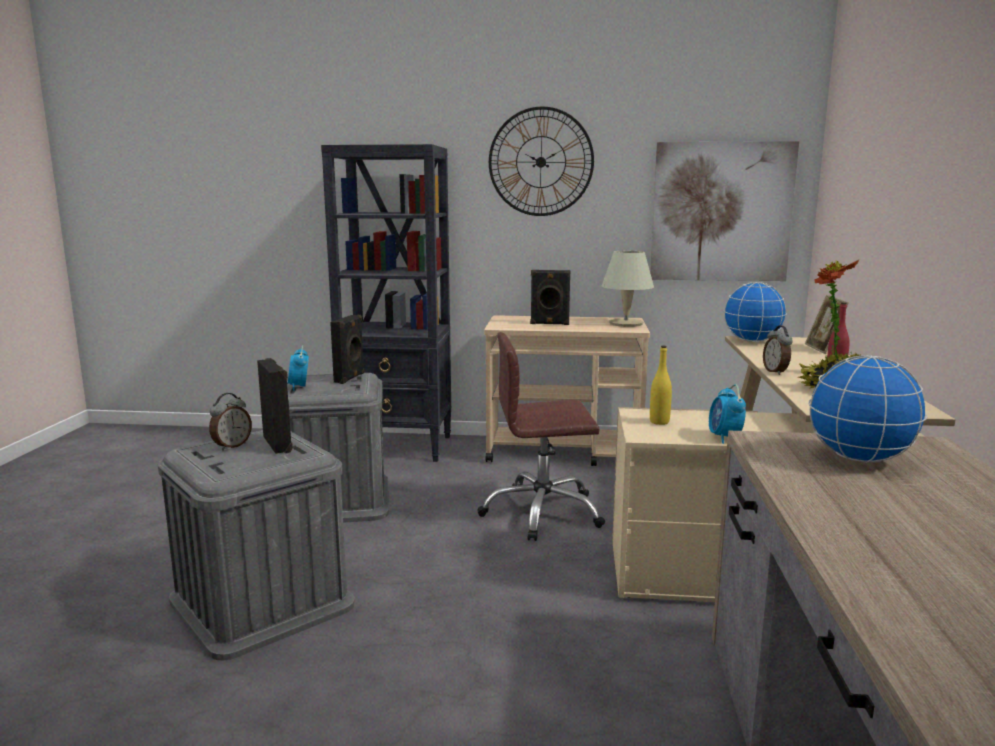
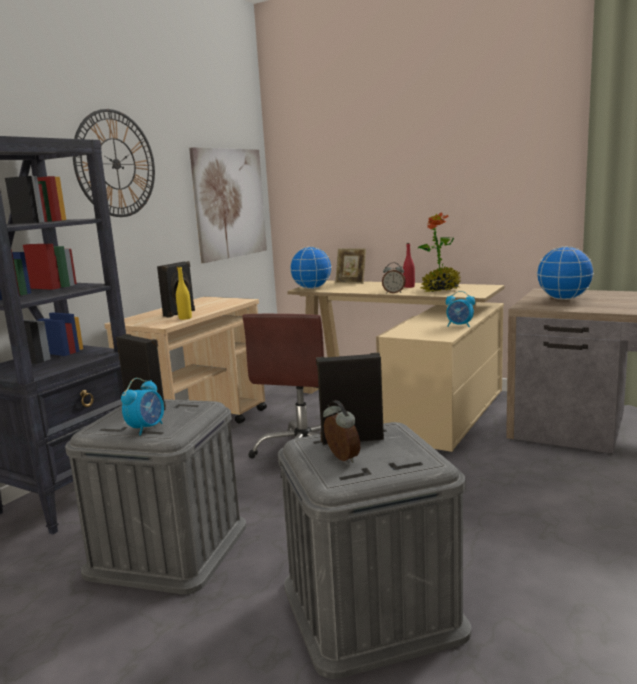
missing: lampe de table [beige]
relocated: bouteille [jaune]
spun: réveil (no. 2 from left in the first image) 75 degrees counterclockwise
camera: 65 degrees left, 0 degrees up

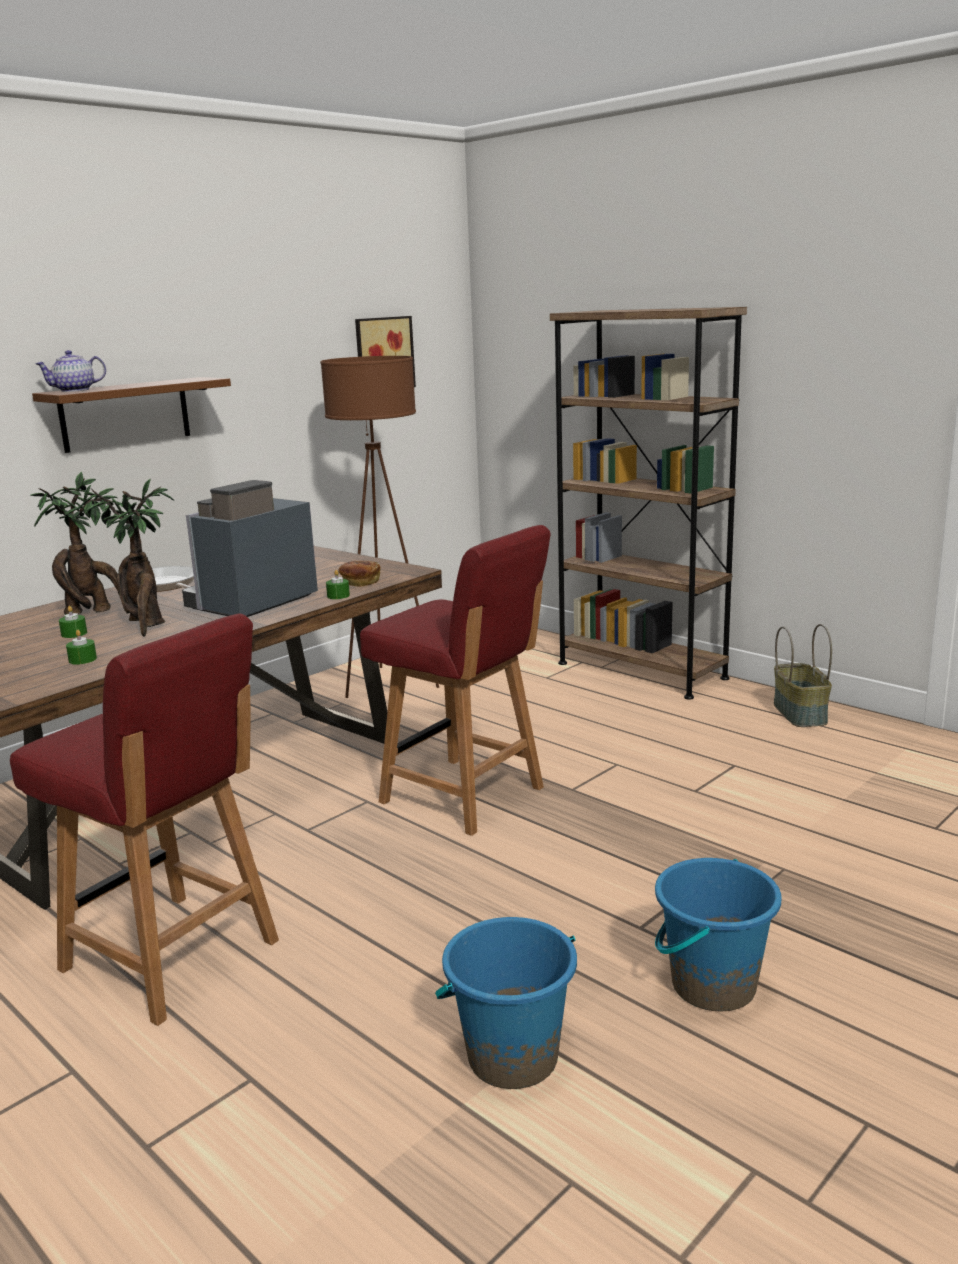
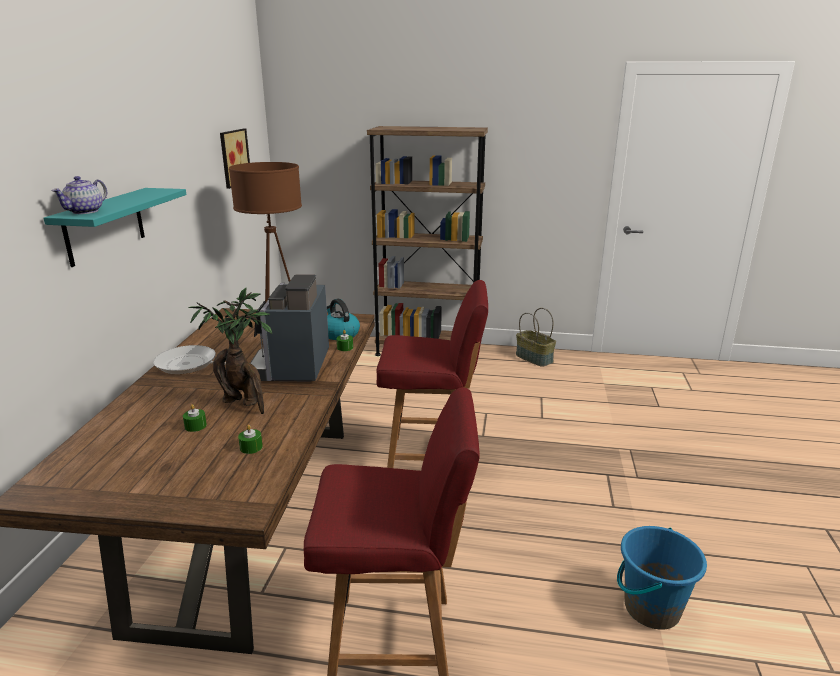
missing: plante en pot (no. 1 from left); seau [bleu] (no. 2 from left)
exchanged: pain to bouilloire
colour: étagère [marron] to étagère [turquoise]
camera: 35 degrees left, 5 degrees up

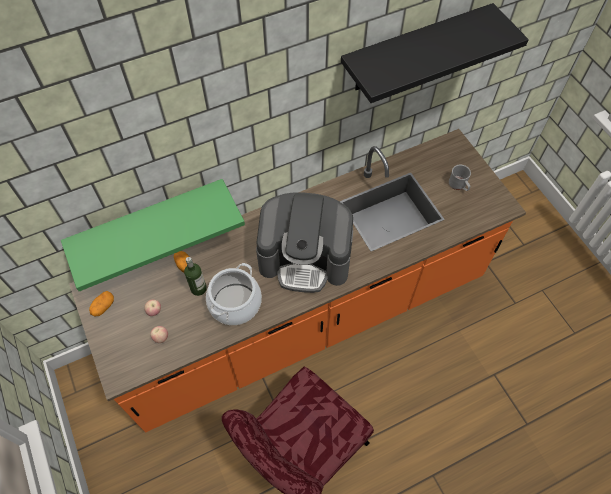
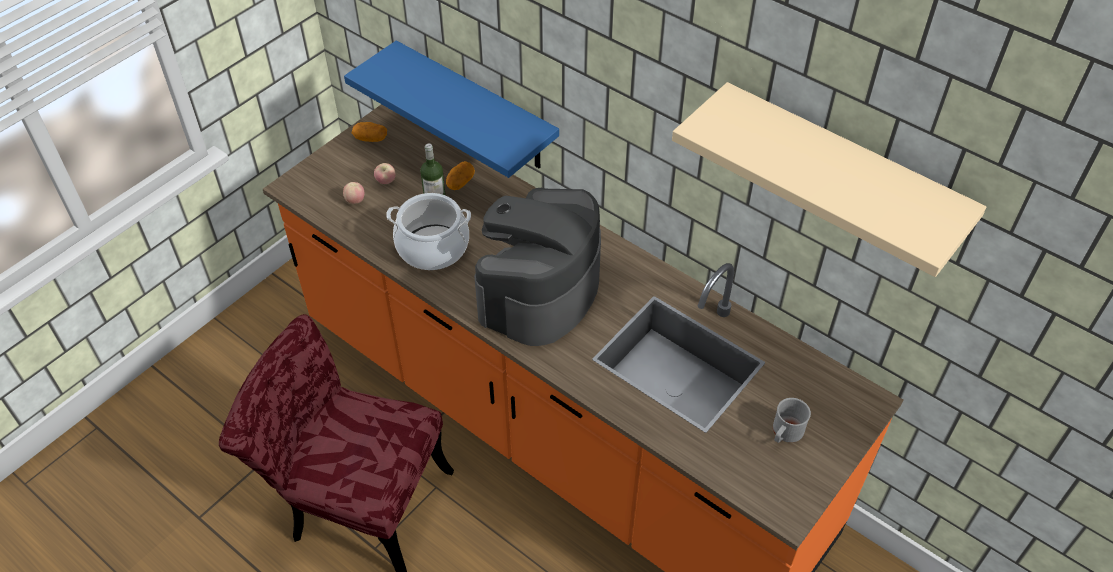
colour: étagère [vert] to étagère [bleu]; étagère [noir] to étagère [beige]
spun: machine à café 45 degrees clockwise
camera: 65 degrees right, 10 degrees down

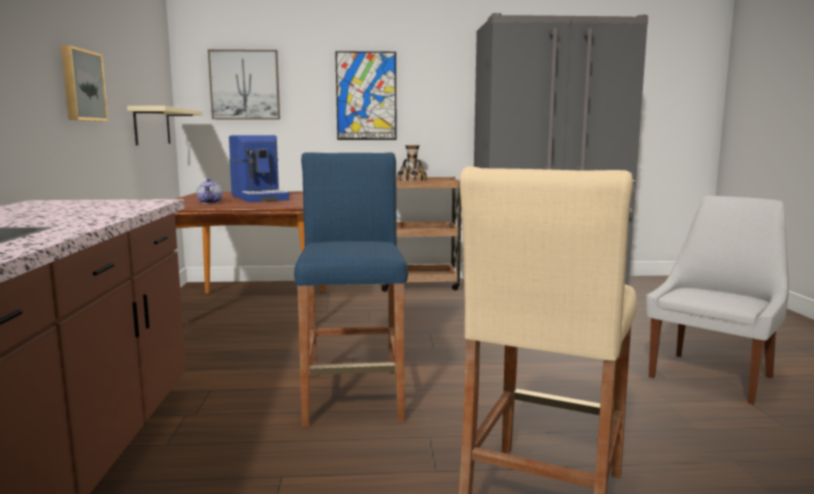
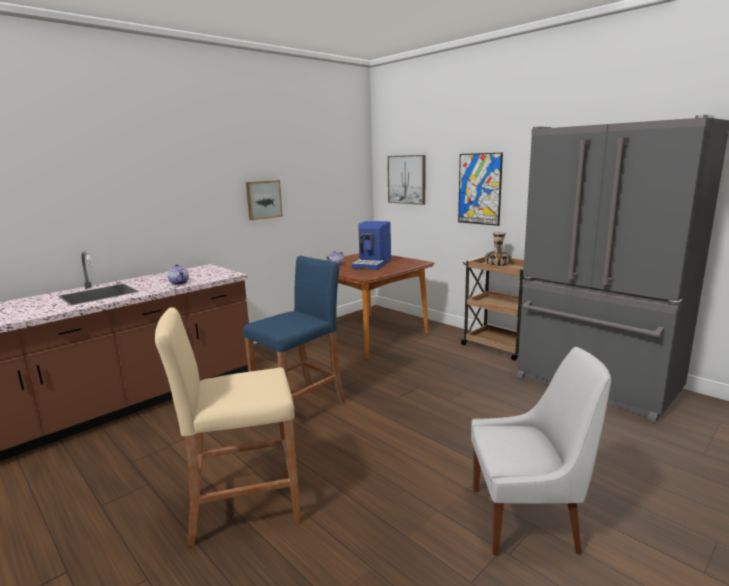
missing: étagère [beige]
appeared: théière (no. 1 from left)
camera: 50 degrees right, 5 degrees up

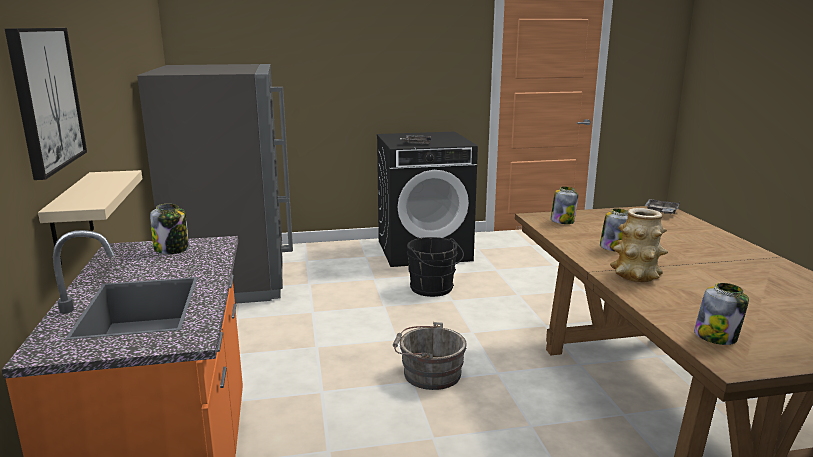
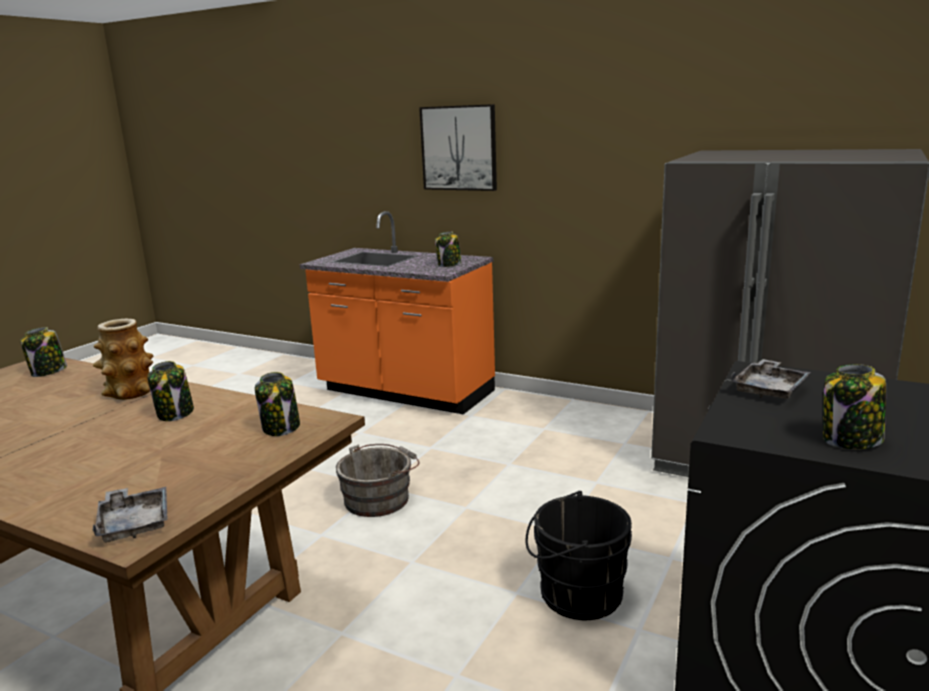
missing: étagère [beige]
appeared: bocal (no. 5 from left)
camera: 130 degrees right, 0 degrees up

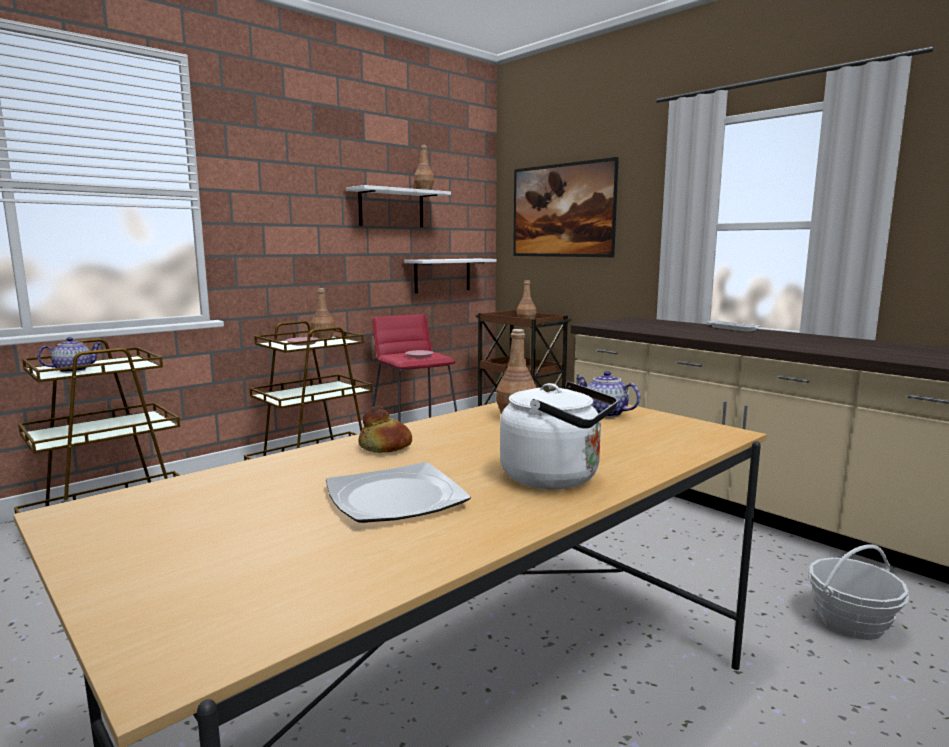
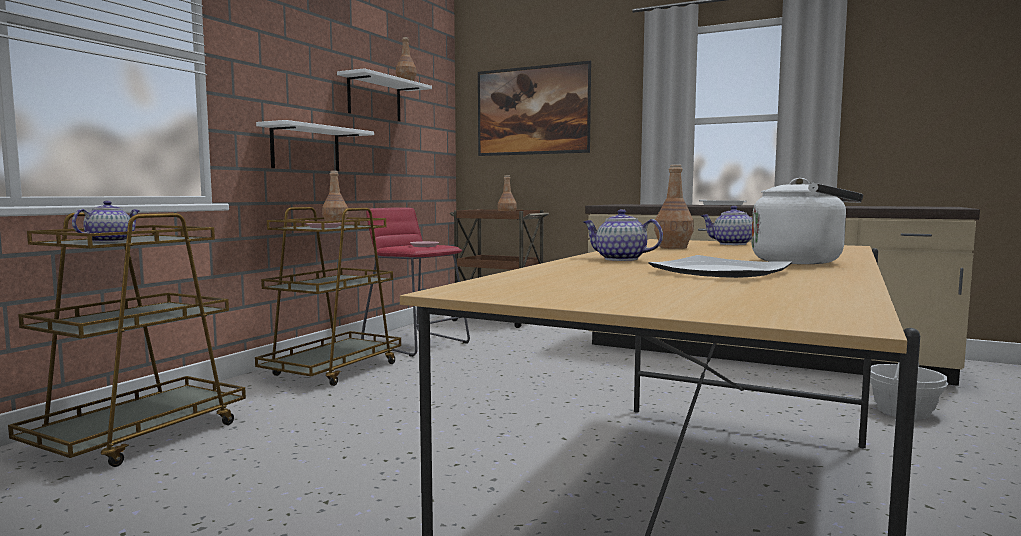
relocated: étagère [blanc] (no. 2 from left in the first image) to étagère [blanc] (no. 1 from left)
exchanged: pain to théière (no. 2 from left)
camera: 20 degrees left, 5 degrees down

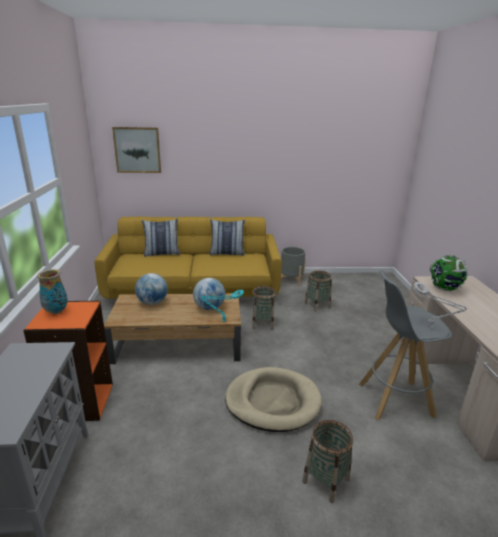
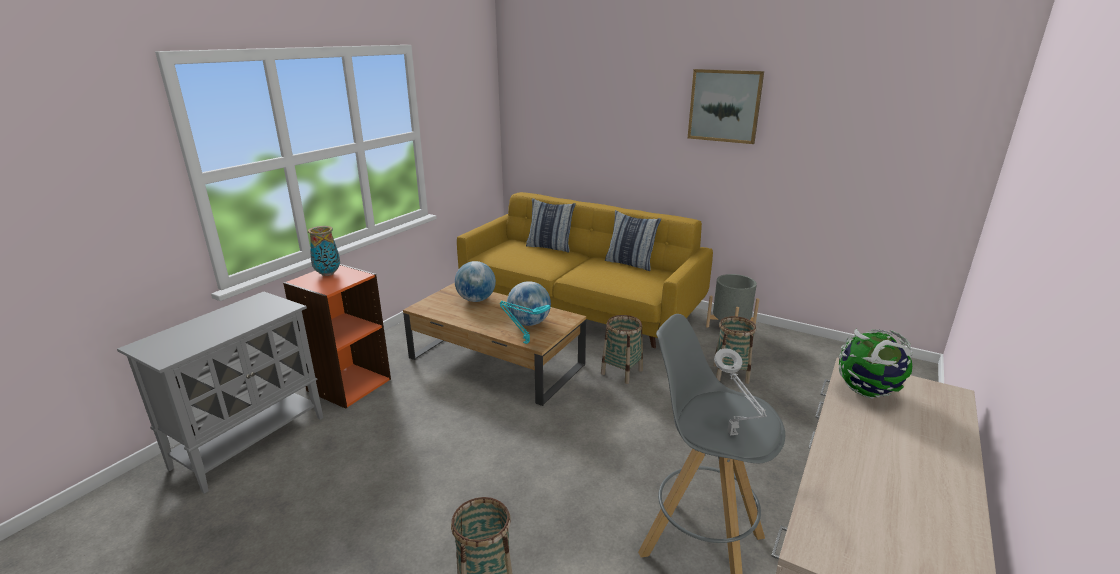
missing: panier pour chien [beige]
relocated: tableau
camera: 35 degrees right, 0 degrees up

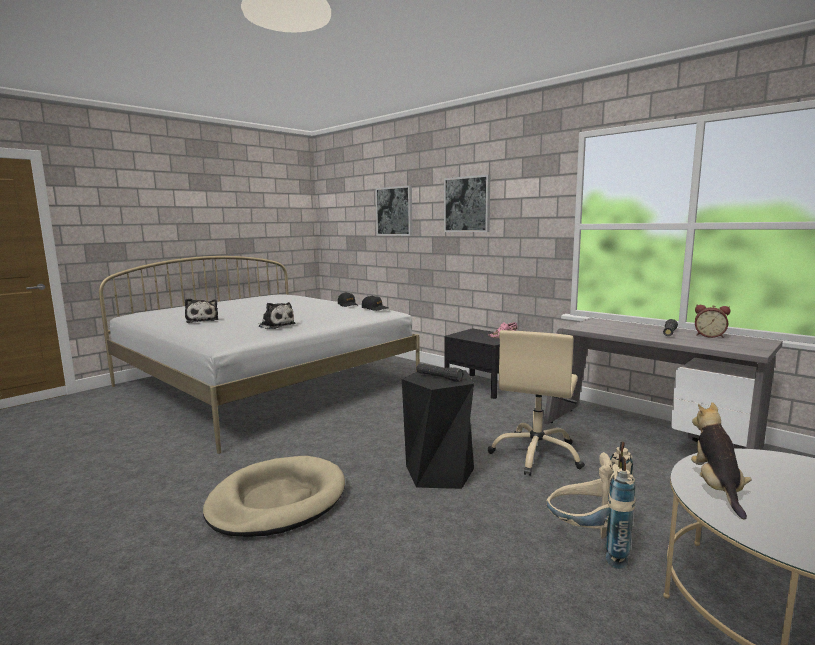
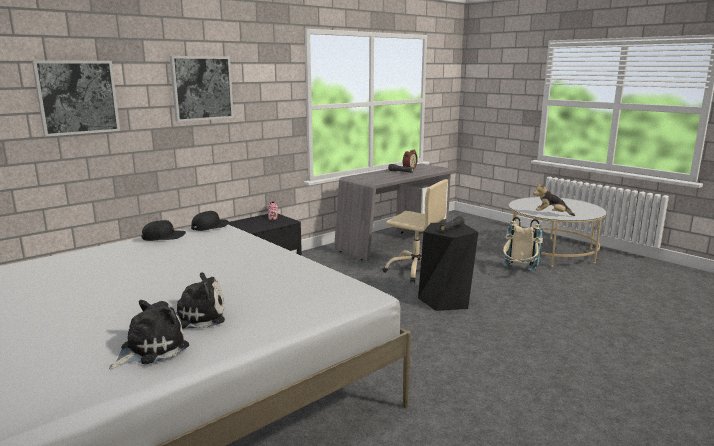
missing: panier pour chien [beige]
relocated: peluche (no. 2 from left in the first image) to peluche (no. 1 from left)
camera: 85 degrees left, 5 degrees up

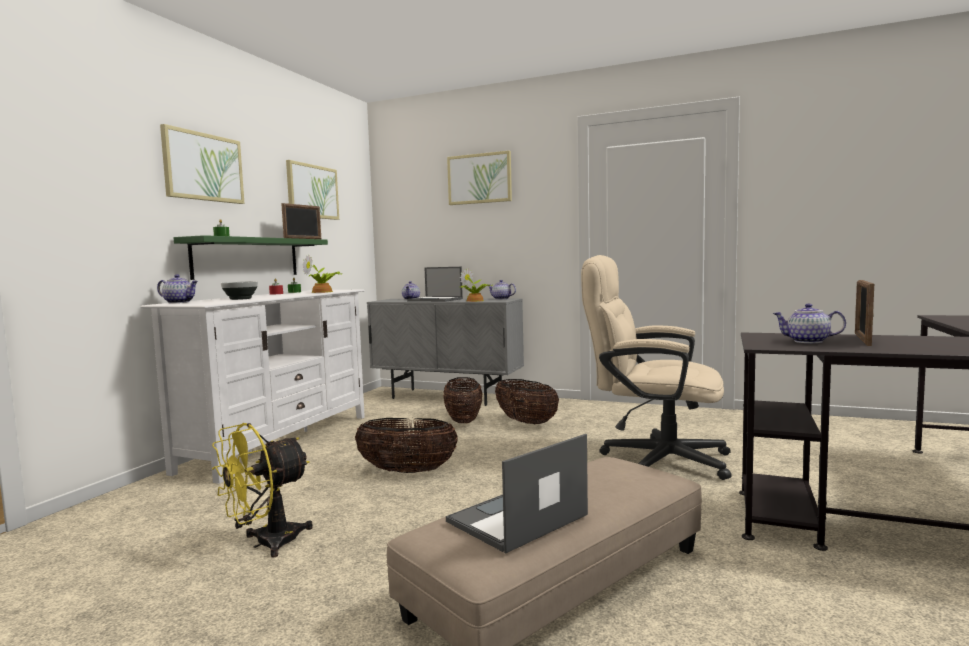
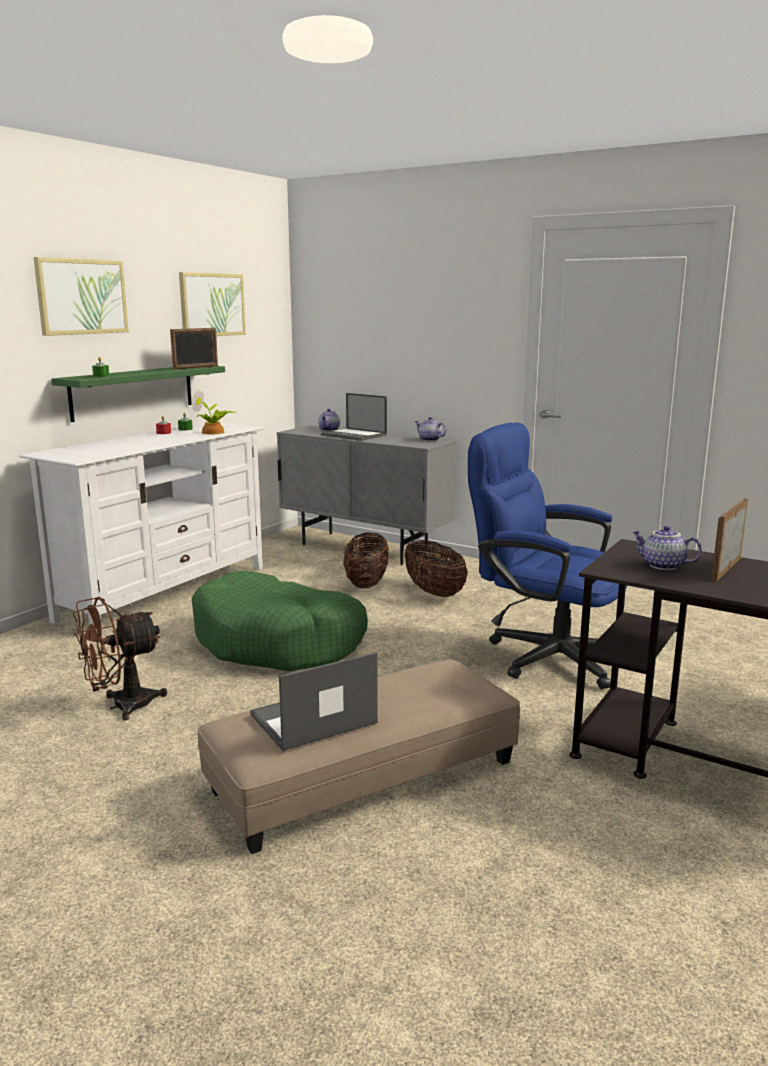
missing: théière (no. 1 from left); bol; tableau (no. 3 from left); plante en pot (no. 2 from left)
exchanged: panier (no. 1 from left) to panier pour chien [vert]
colour: ventilateur [jaune] to ventilateur [marron]; chaise de bureau [beige] to chaise de bureau [bleu]
camera: 10 degrees right, 10 degrees up

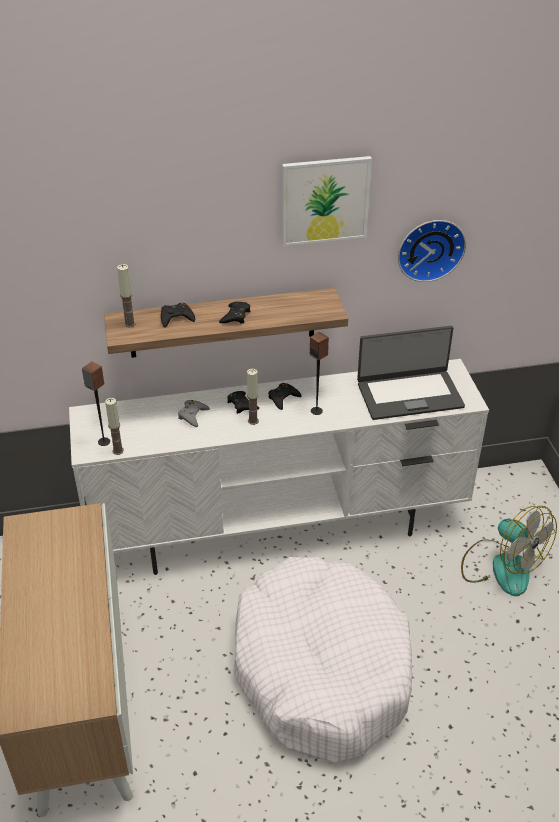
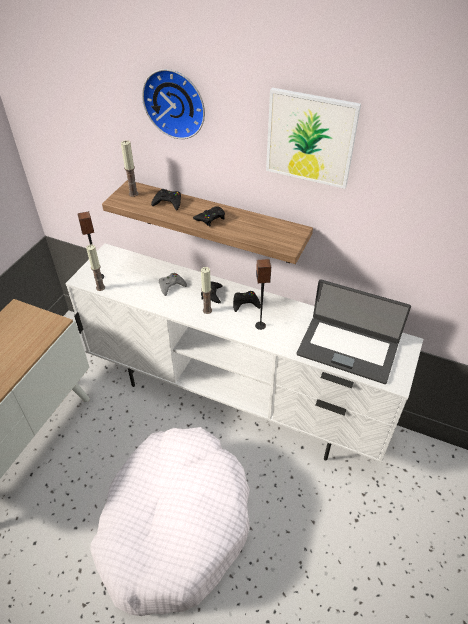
missing: ventilateur
relocated: horloge murale
camera: 35 degrees right, 5 degrees up

